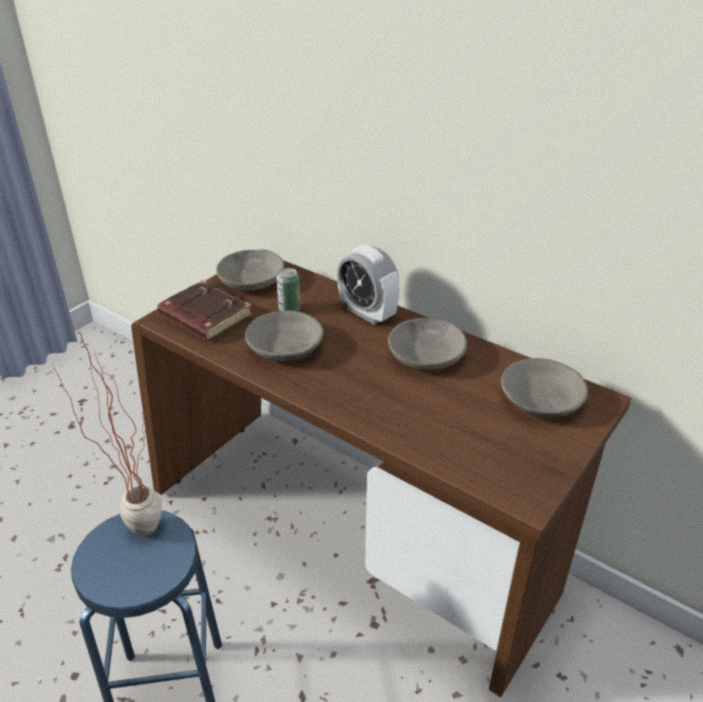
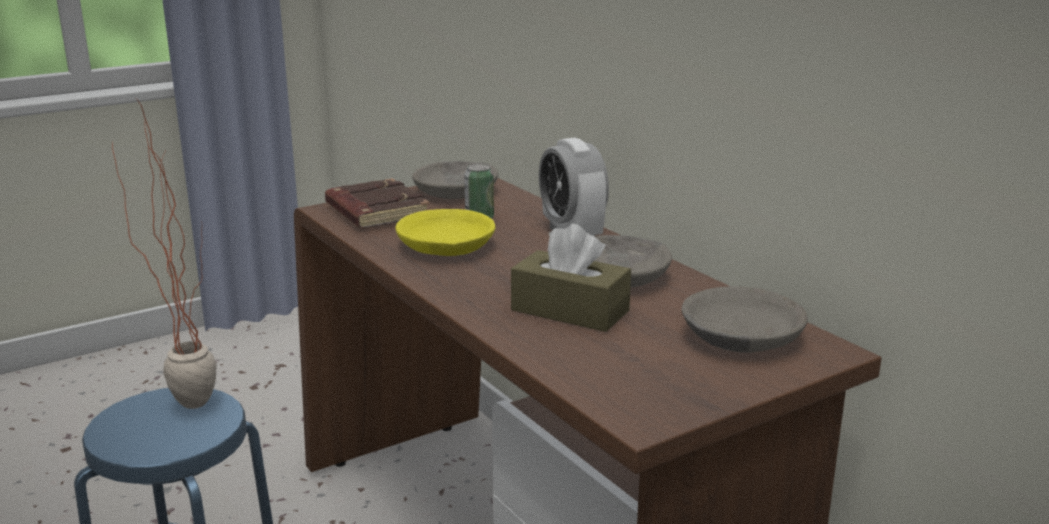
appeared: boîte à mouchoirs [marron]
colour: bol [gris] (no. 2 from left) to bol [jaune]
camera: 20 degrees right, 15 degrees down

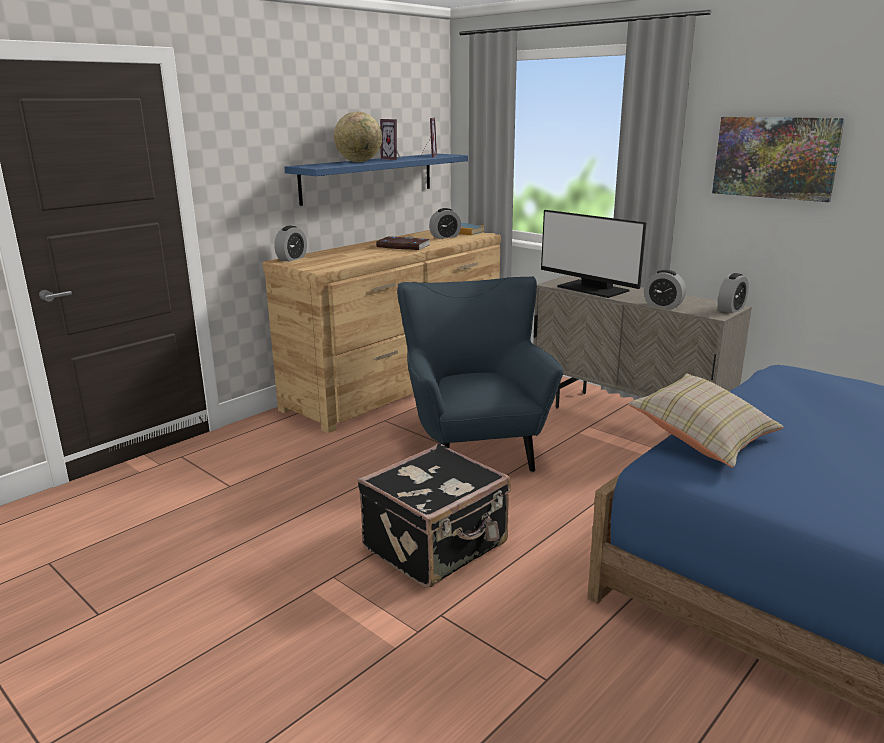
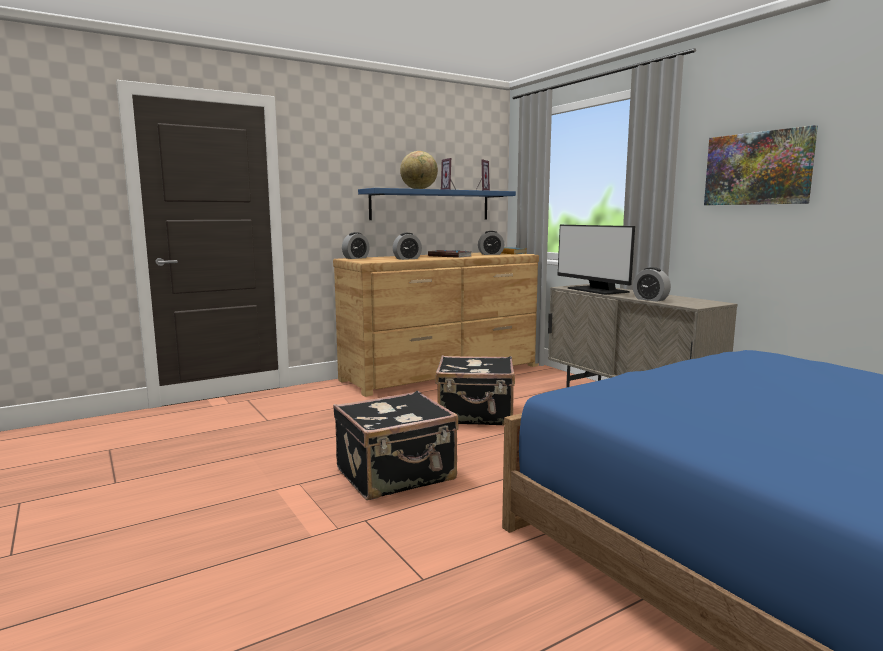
missing: coussin [beige]
relocated: réveil (no. 4 from left in the first image) to réveil (no. 2 from left)
exchanged: fauteuil [bleu] to valise [noir] (no. 2 from left)
camera: 15 degrees right, 10 degrees down

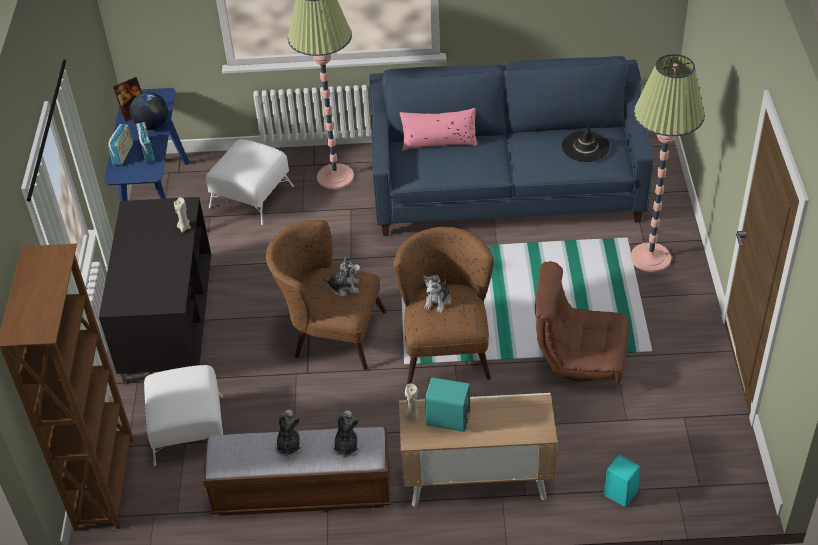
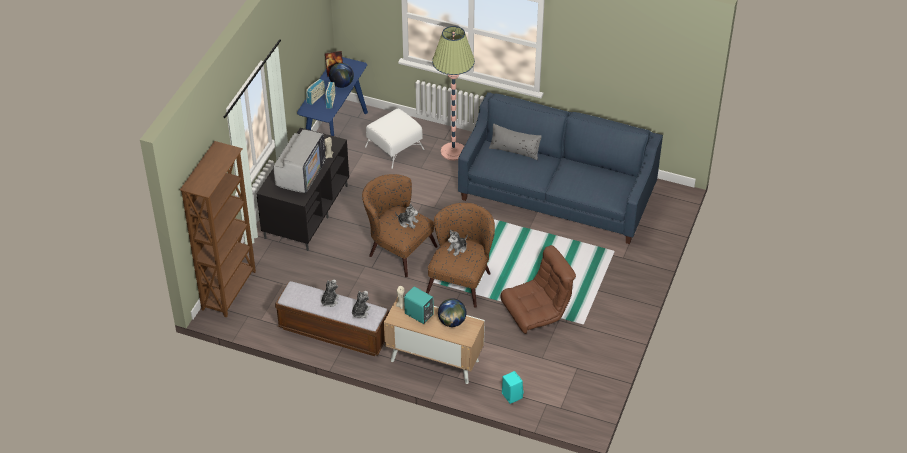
missing: pouf [blanc] (no. 1 from left); chapeau [noir]; lampadaire (no. 2 from left)
appeared: téléviseur; globe (no. 2 from left)
colour: coussin [rose] to coussin [gris]
spun: fauteuil [marron] (no. 3 from left) 120 degrees clockwise
camera: 20 degrees right, 0 degrees up

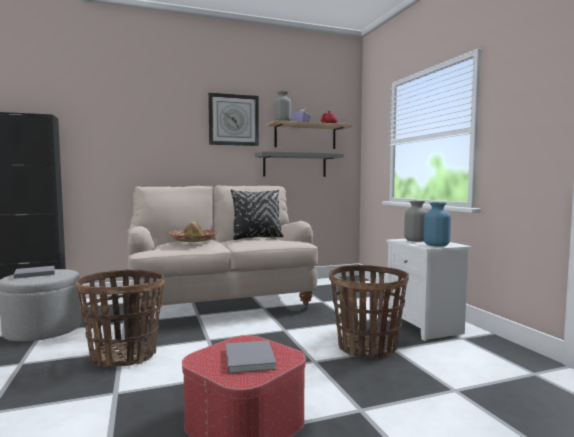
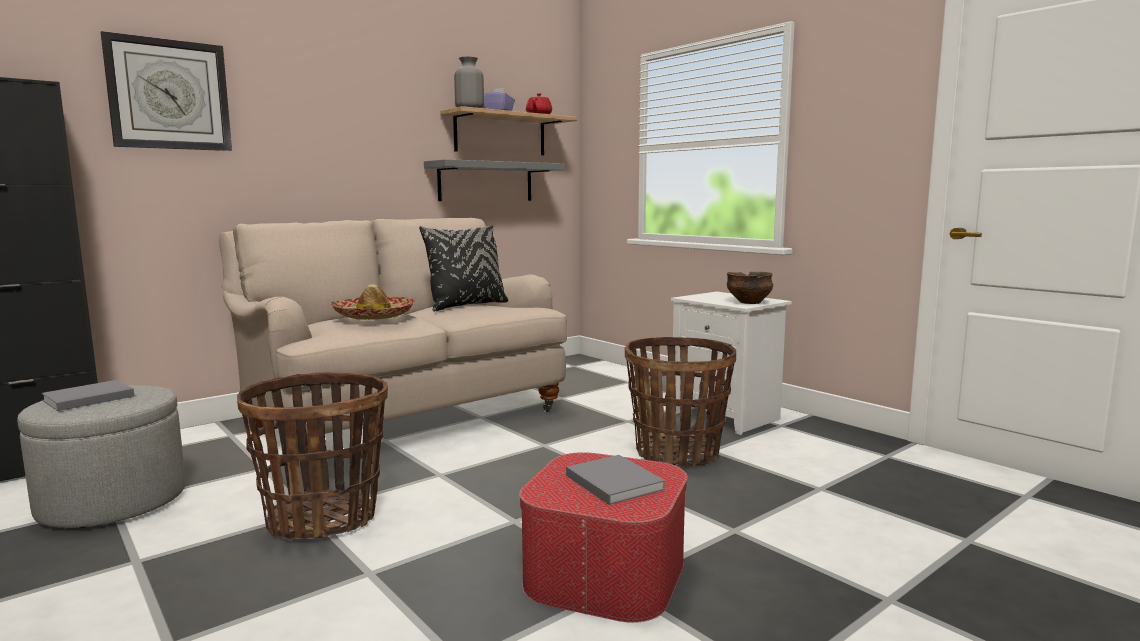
missing: vase [gris] (no. 2 from left)
relocated: horloge murale
exchanged: vase [bleu] to bol
camera: 20 degrees left, 5 degrees up

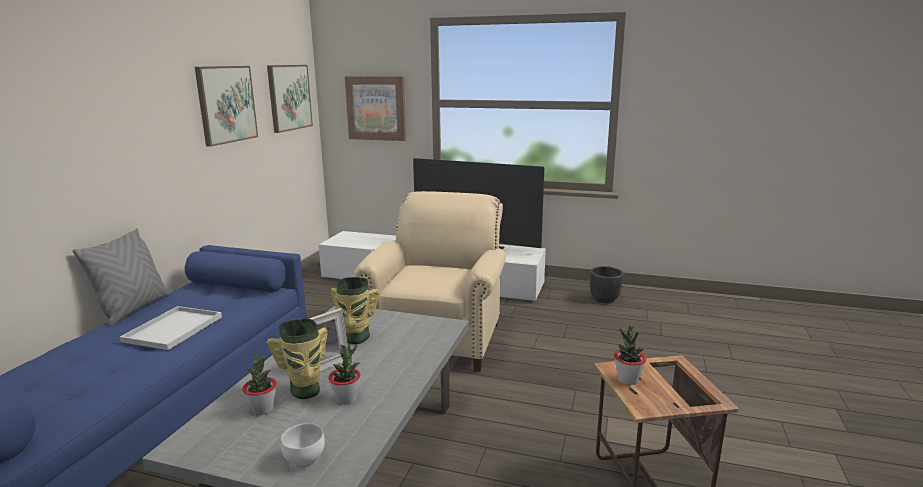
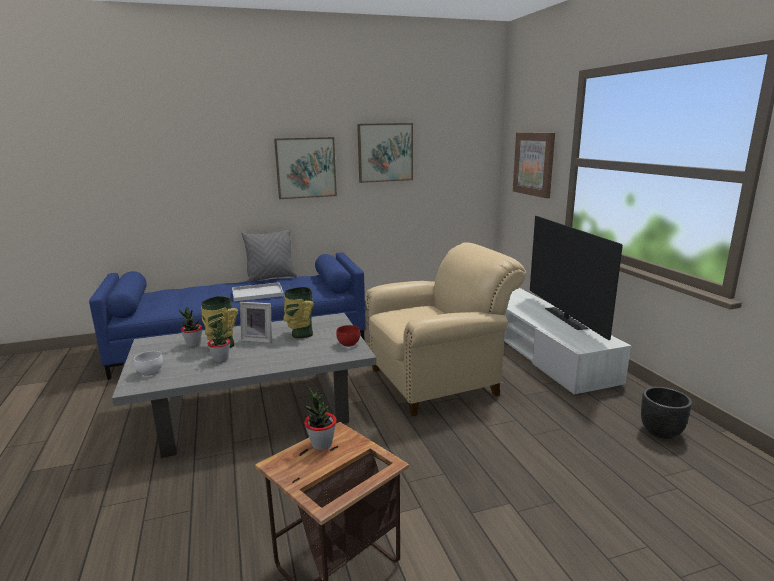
appeared: bol [rouge]
relocated: tableau (no. 2 from left in the first image) to tableau (no. 1 from left)
camera: 55 degrees right, 0 degrees up

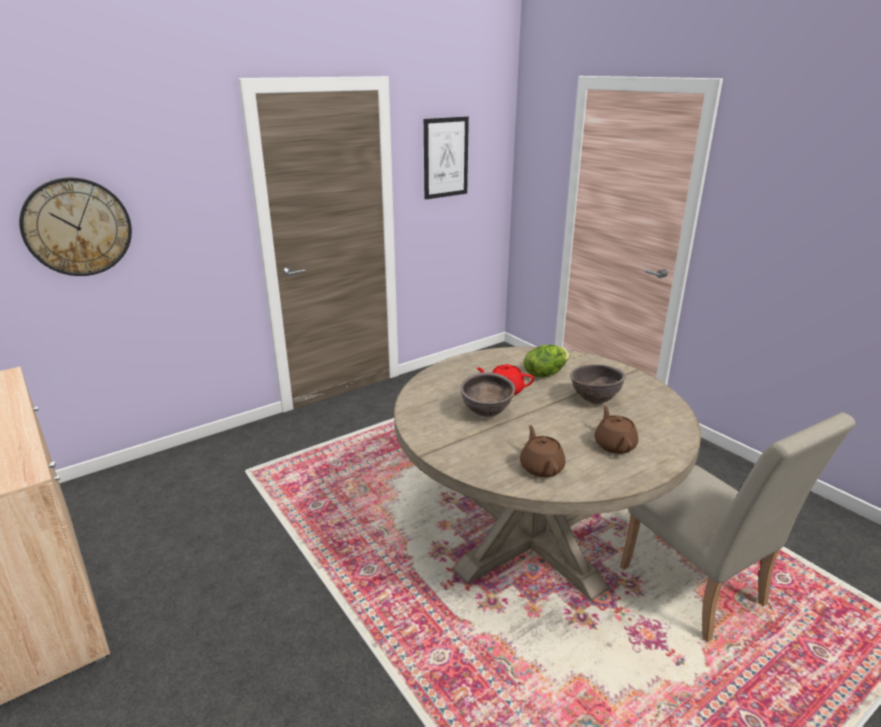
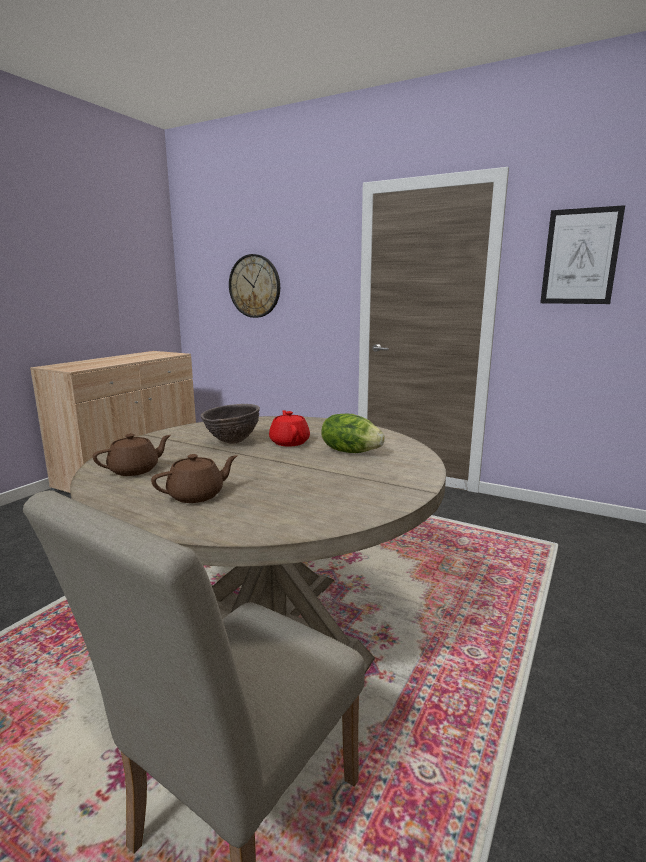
missing: bol [marron] (no. 2 from left)
camera: 65 degrees right, 10 degrees down

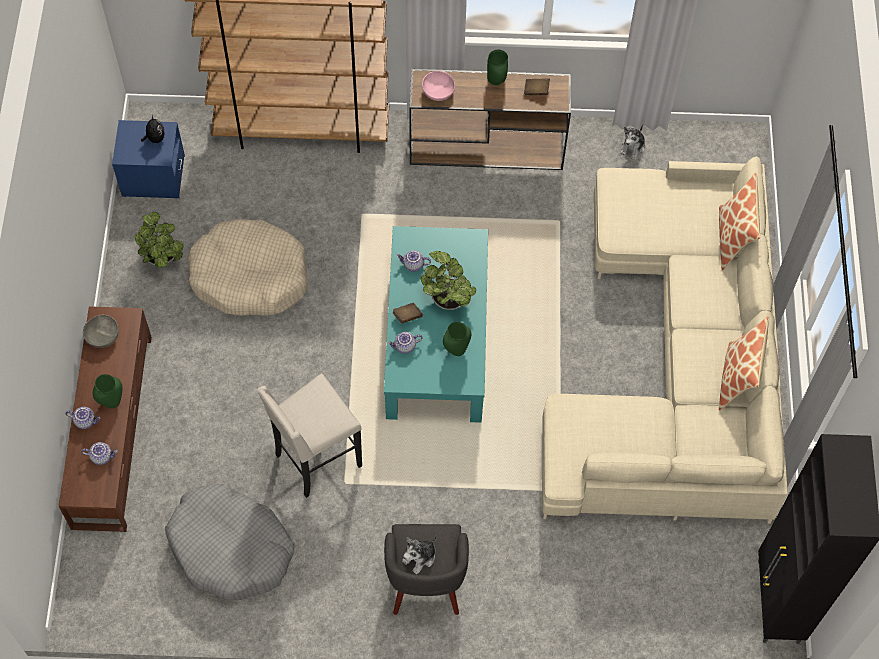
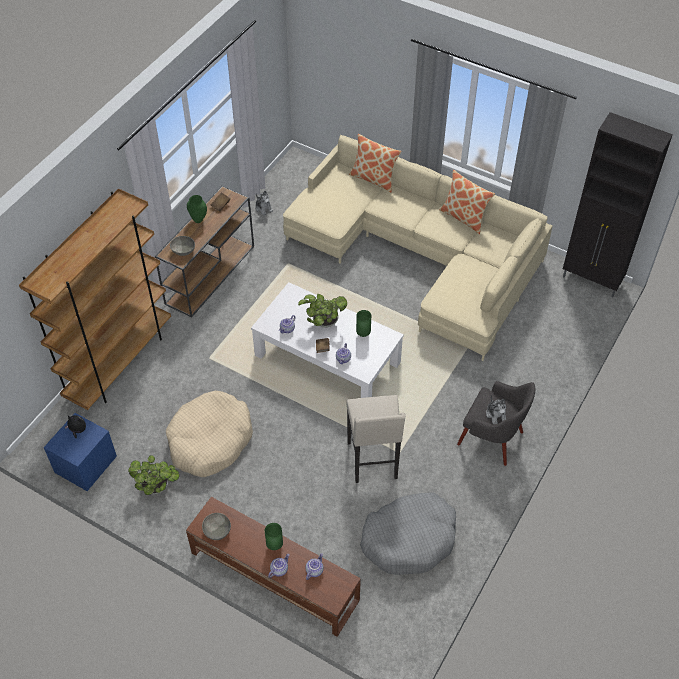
colour: bol [rose] to bol [gris] (no. 1 from left); table basse [turquoise] to table basse [blanc]
camera: 60 degrees left, 10 degrees down

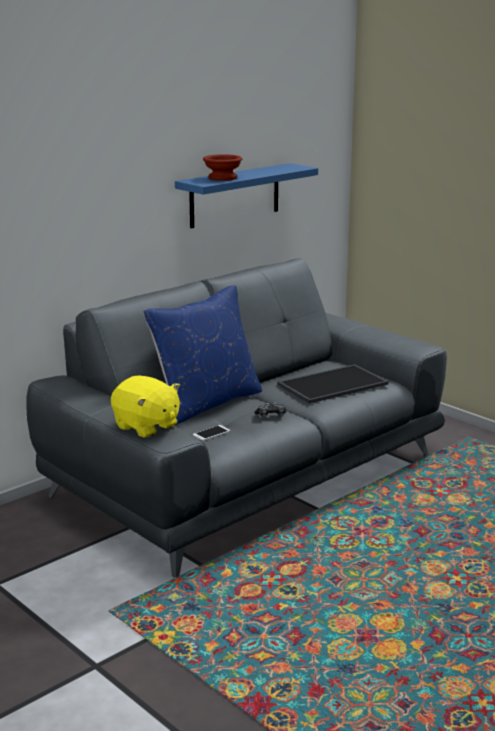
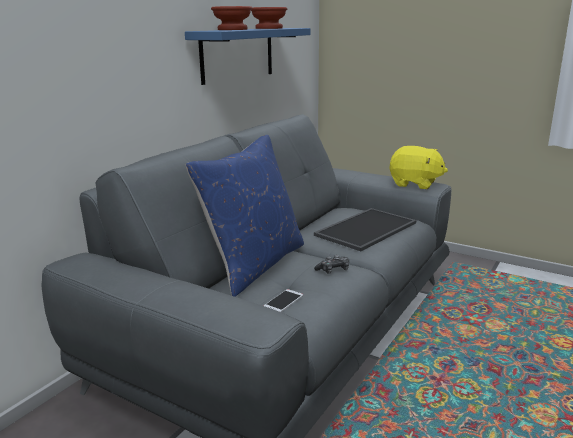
appeared: bol [marron] (no. 2 from left)
relocated: peluche [jaune]
camera: 15 degrees left, 0 degrees up

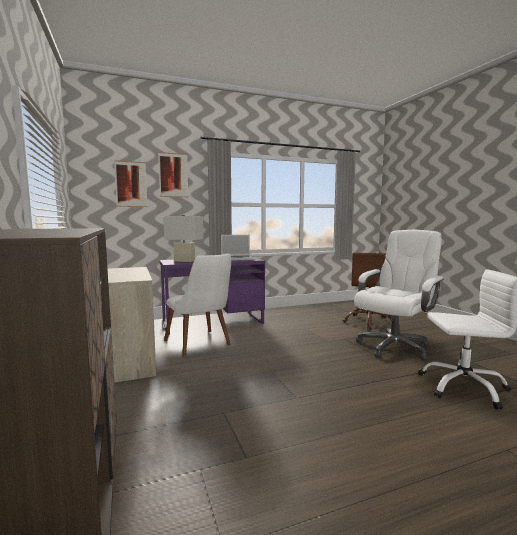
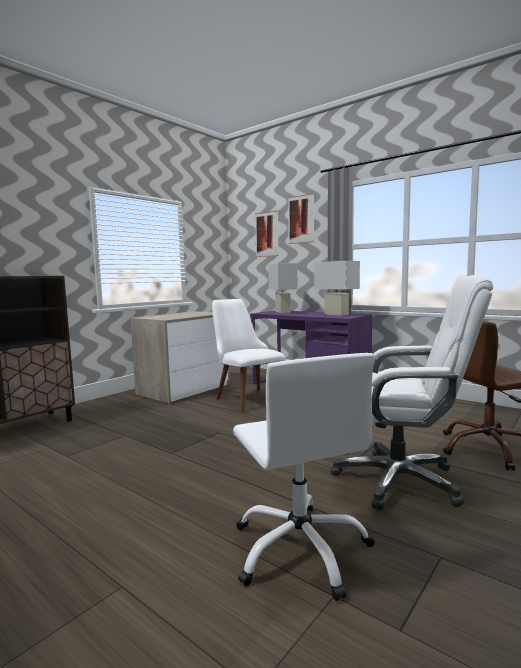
exchanged: ordinateur portable to lampe de table [blanc] (no. 2 from left)
spun: chaise [blanc] 120 degrees clockwise
camera: 60 degrees right, 0 degrees up

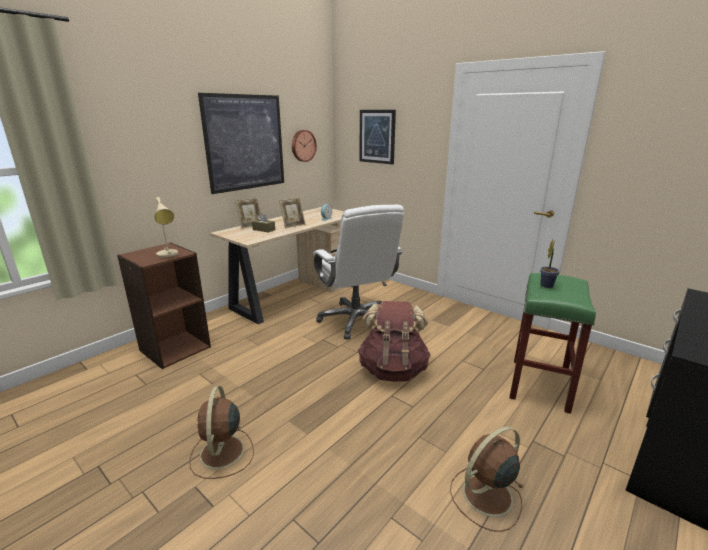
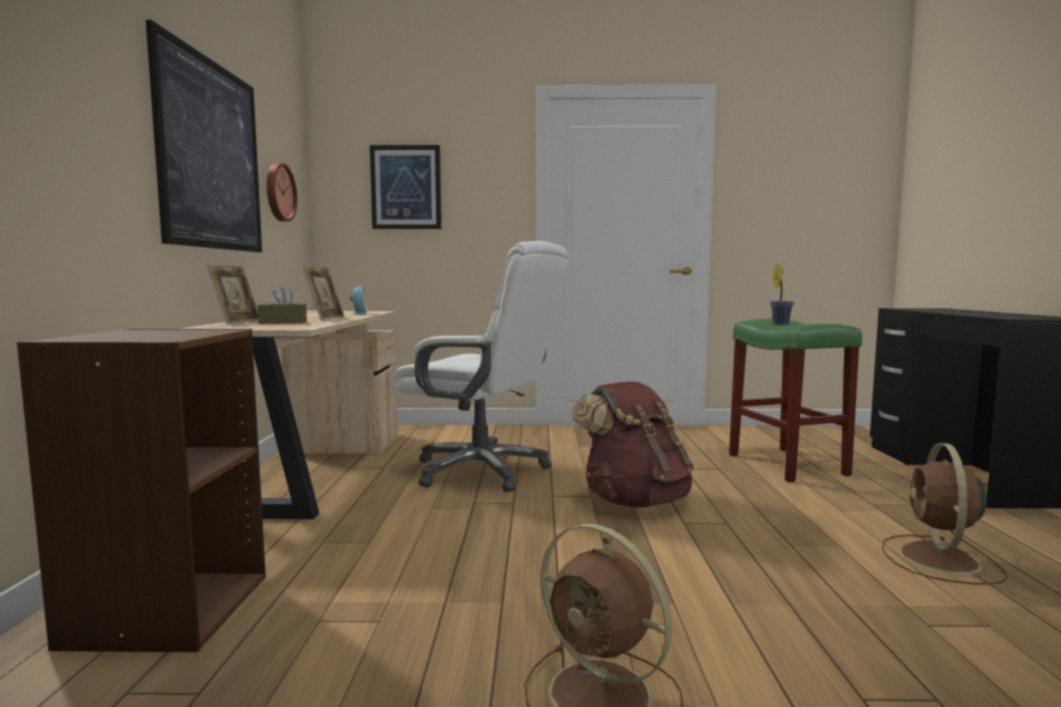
missing: lampe de table [beige]
camera: 40 degrees left, 15 degrees down

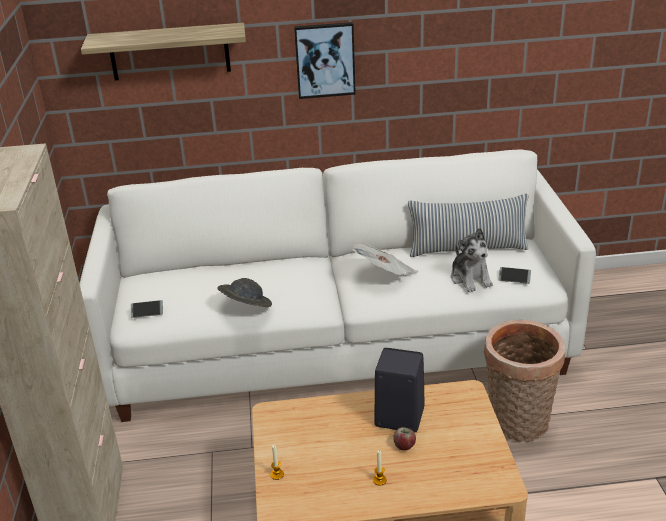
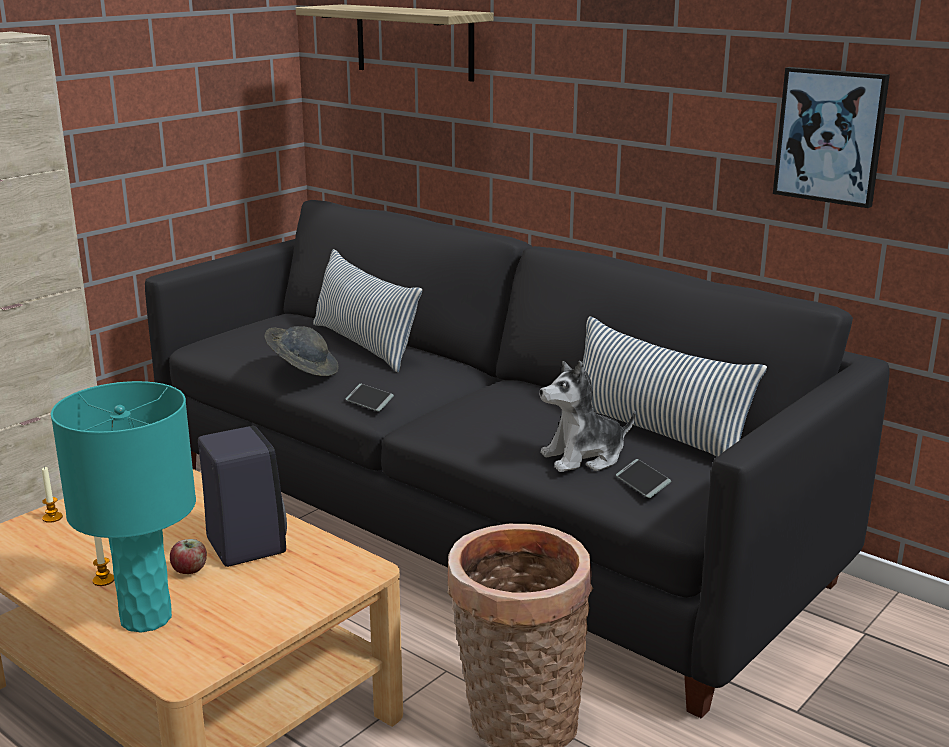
missing: journal
appeared: lampe de table [turquoise]; coussin (no. 1 from left)
relocated: téléphone (no. 1 from left); tableau
colour: canapé [blanc] to canapé [noir]
spun: peluche 45 degrees clockwise
camera: 45 degrees right, 10 degrees down

